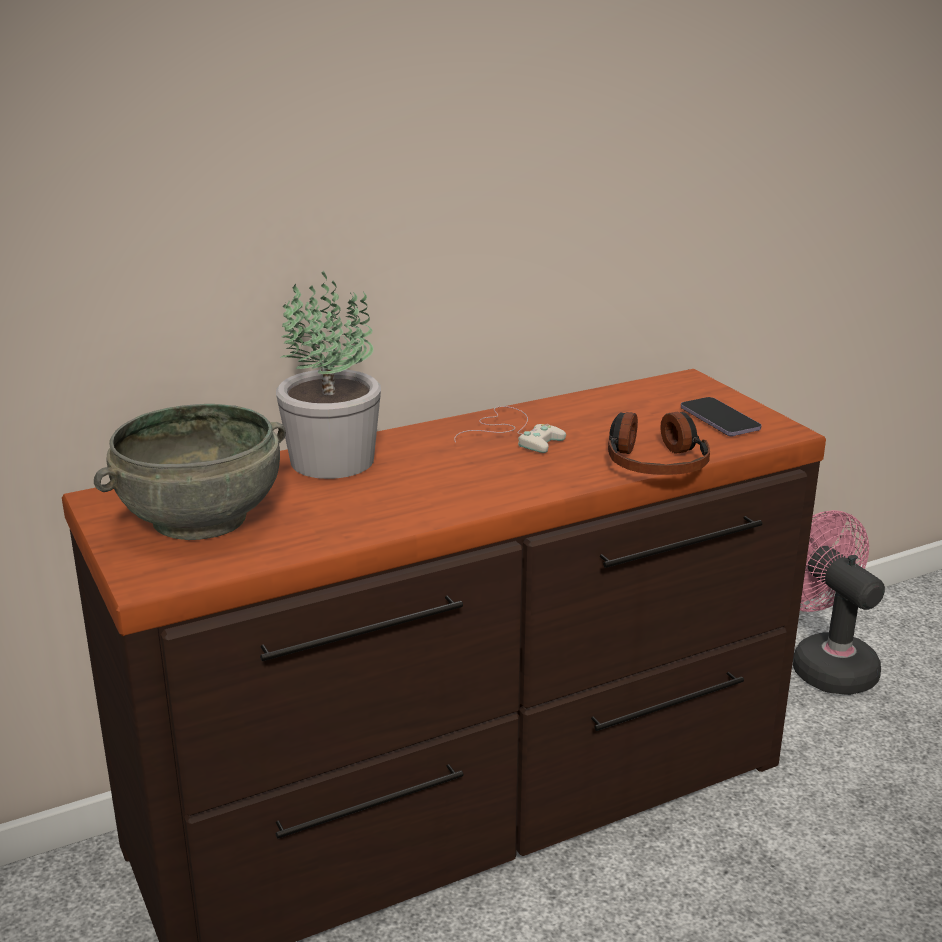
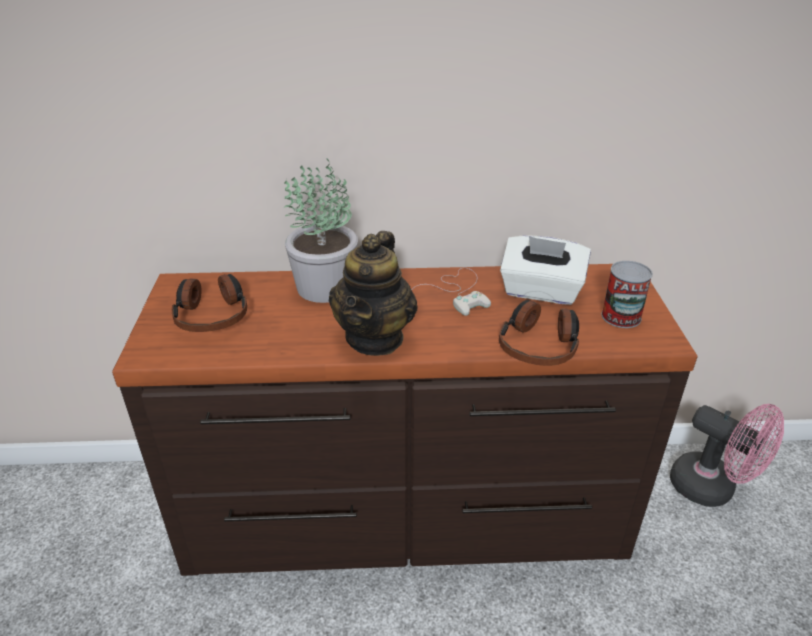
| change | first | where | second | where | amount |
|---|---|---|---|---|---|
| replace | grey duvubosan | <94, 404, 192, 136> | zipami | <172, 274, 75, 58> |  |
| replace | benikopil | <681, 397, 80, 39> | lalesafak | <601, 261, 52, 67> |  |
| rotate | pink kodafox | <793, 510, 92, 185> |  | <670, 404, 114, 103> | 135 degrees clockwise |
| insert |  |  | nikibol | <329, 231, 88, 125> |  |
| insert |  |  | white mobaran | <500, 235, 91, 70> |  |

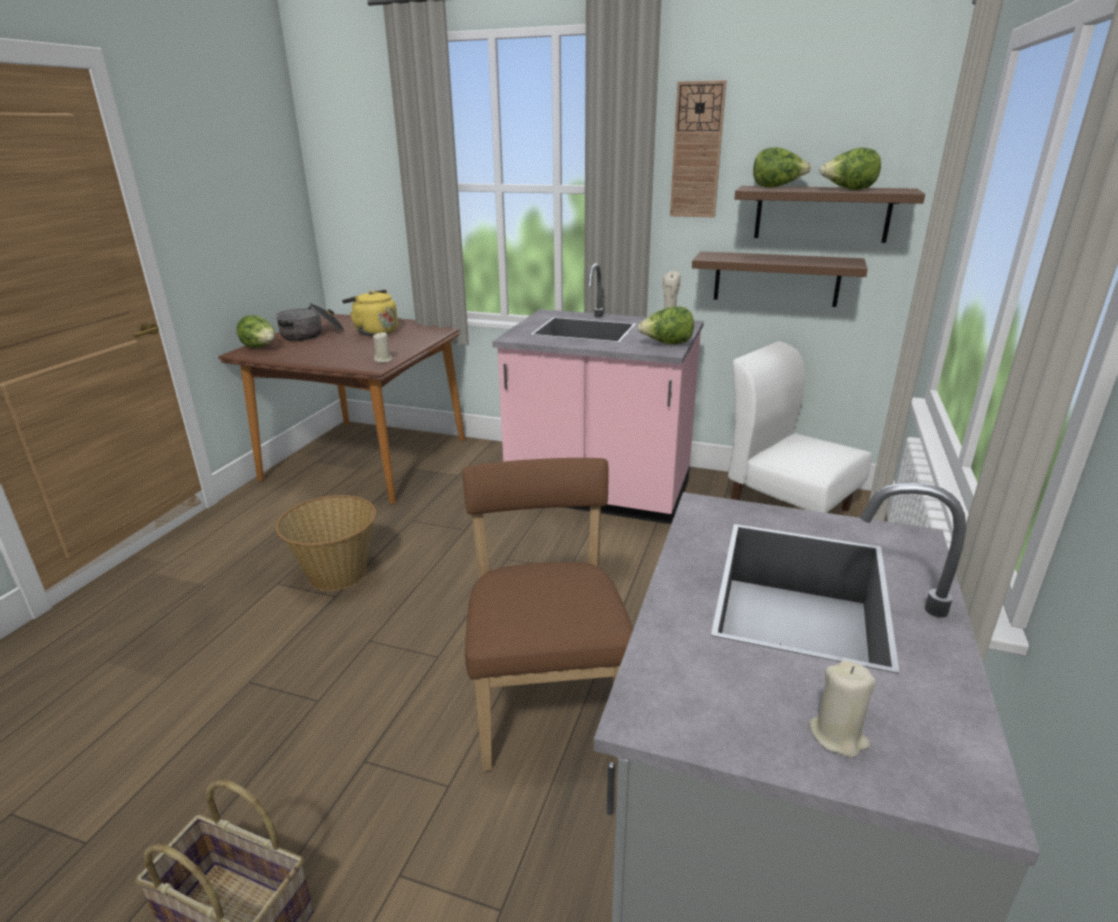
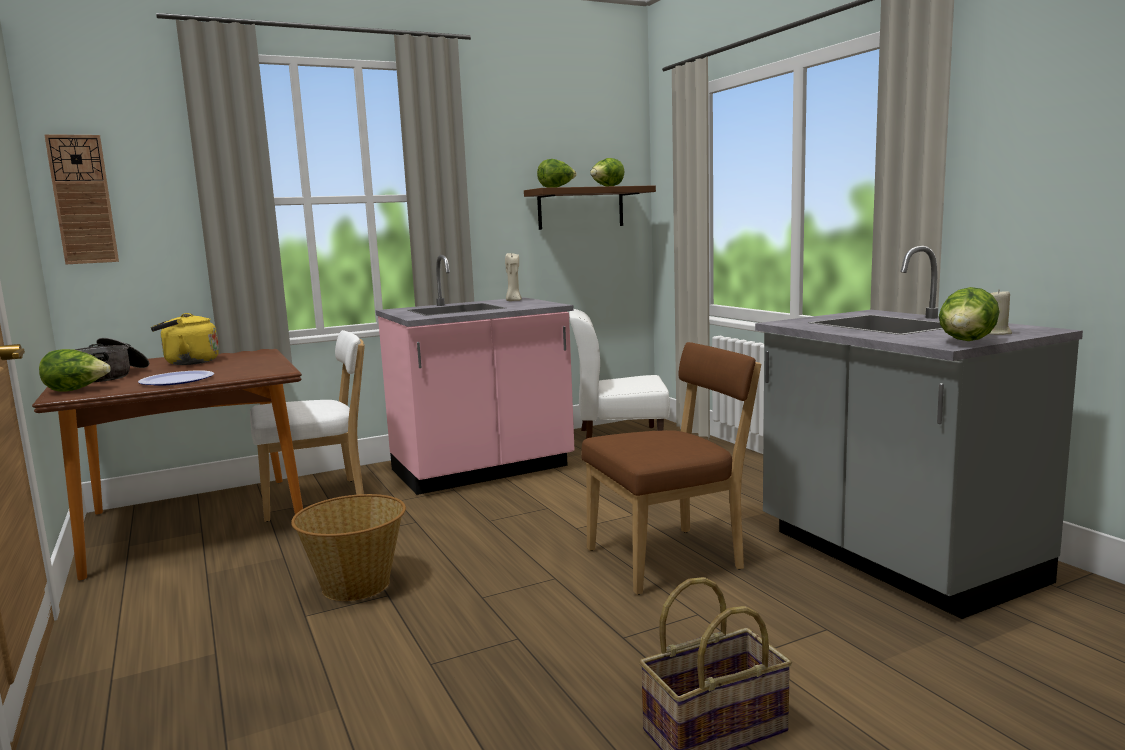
| change | first | where | second | where | amount |
|---|---|---|---|---|---|
| delete | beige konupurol | <373, 332, 20, 31> |  |  |  |
| rotate | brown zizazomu | <462, 458, 171, 313> |  | <581, 342, 180, 253> | 120 degrees clockwise |
| move | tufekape | <638, 306, 56, 38> |  | <939, 287, 60, 54> |  |
| move | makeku | <670, 80, 56, 137> |  | <44, 134, 75, 130> |  |
| delete | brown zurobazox | <692, 251, 176, 56> |  |  |  |
| insert |  |  | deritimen | <138, 370, 76, 16> |  |
| insert |  |  | white zizazomu | <250, 330, 115, 192> |  |

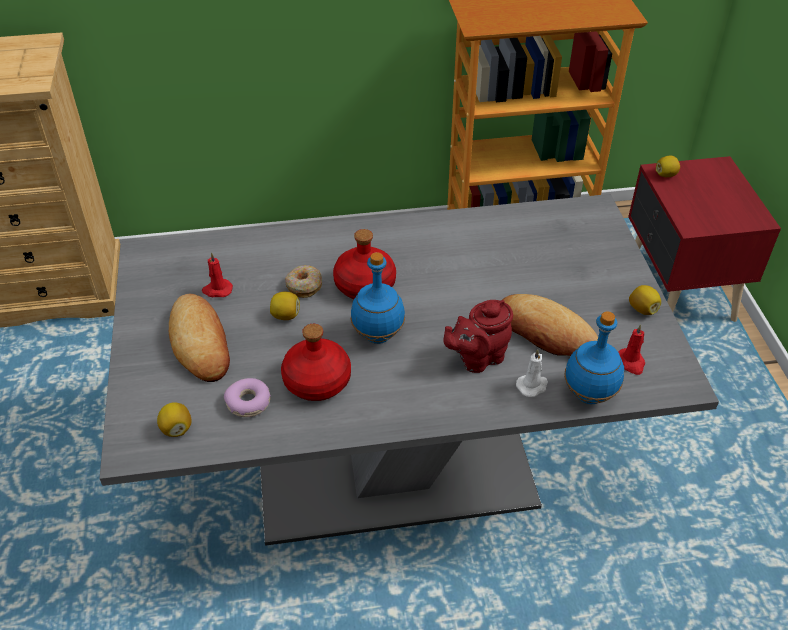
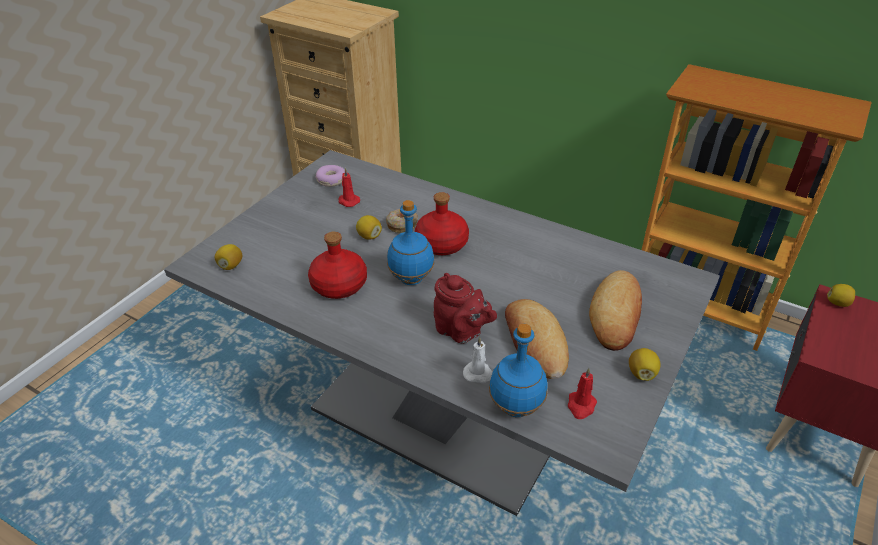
| change | first | where | second | where | amount |
|---|---|---|---|---|---|
| move | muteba | <169, 294, 61, 88> |  | <589, 270, 53, 81> |  |
| move | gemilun | <224, 378, 47, 39> |  | <316, 165, 29, 22> |  |
| rotate | red nikibol | <443, 300, 70, 73> |  | <434, 273, 63, 71> | 150 degrees counterclockwise |

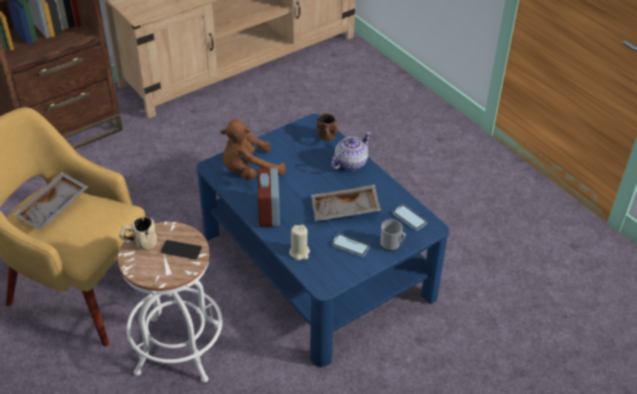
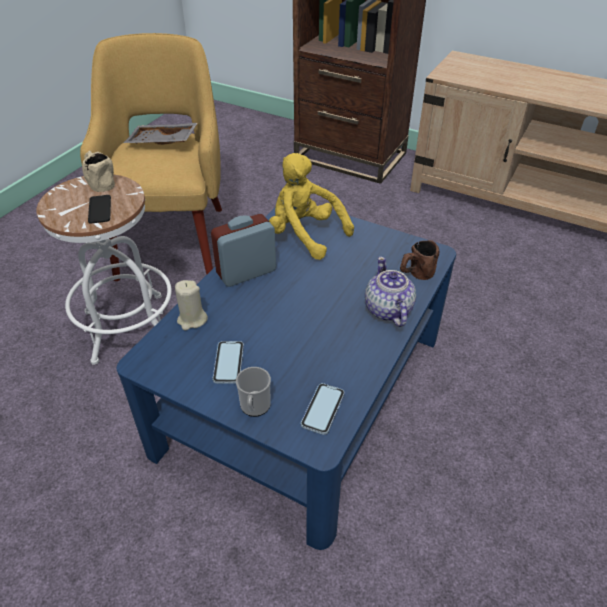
| change | first | where | second | where | amount |
|---|---|---|---|---|---|
| recolor | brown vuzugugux | <220, 119, 66, 62> | yellow vuzugugux | <269, 153, 85, 107> |  |
| delete | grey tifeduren | <311, 184, 70, 37> |  |  |  |
| rotate | nikibol | <331, 132, 40, 39> |  | <365, 256, 51, 71> | 120 degrees counterclockwise |

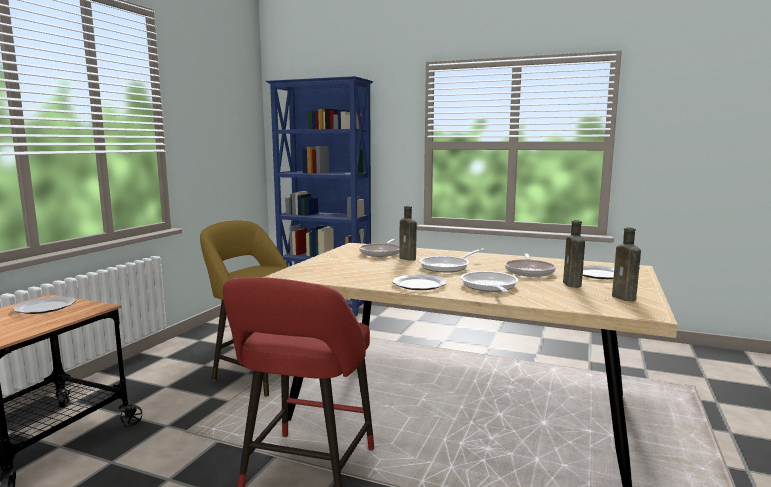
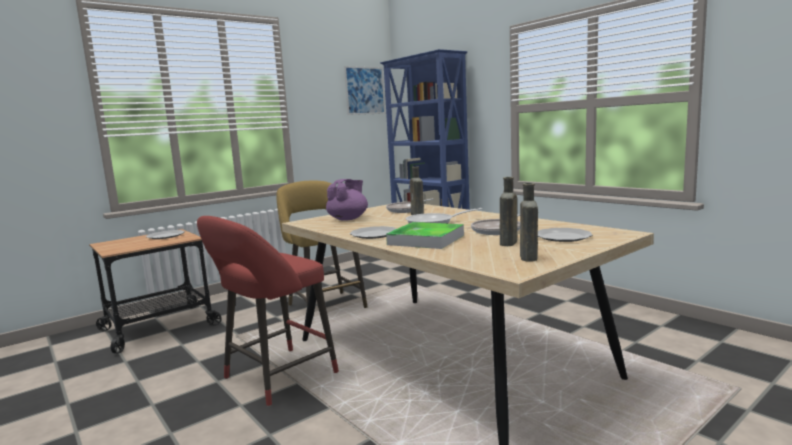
| change | first | where | second | where | amount |
|---|---|---|---|---|---|
| replace | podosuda | <461, 271, 57, 22> | tifeduren | <386, 222, 78, 27> |  |
| insert |  |  | purple nikibol | <326, 179, 42, 42> |  |
| insert |  |  | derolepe | <344, 66, 42, 49> |  |

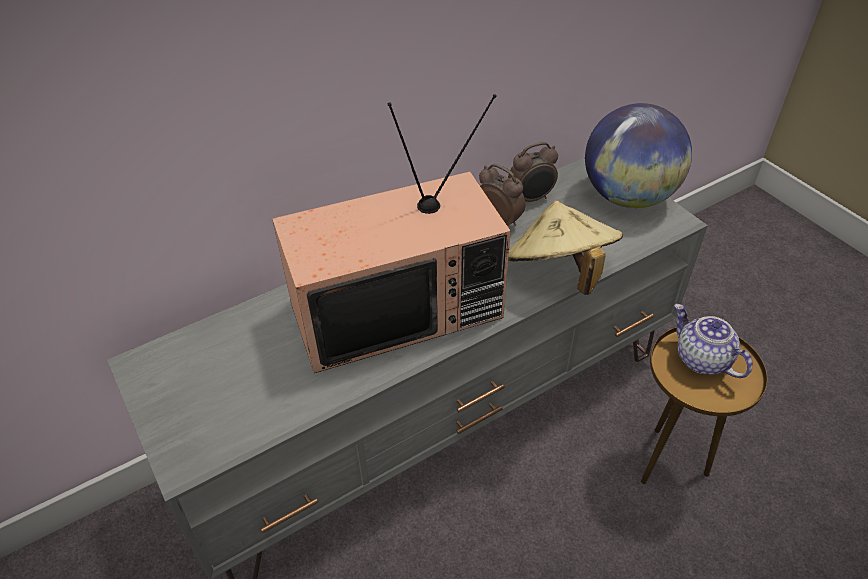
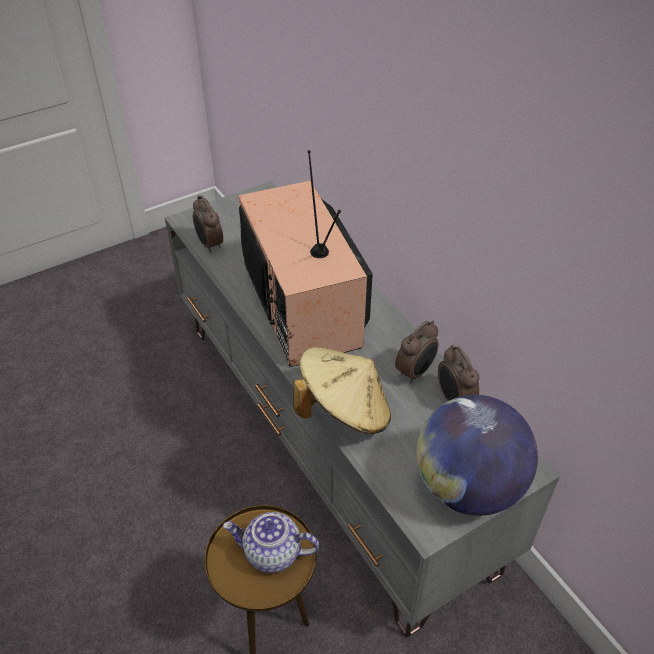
| change | first | where | second | where | amount |
|---|---|---|---|---|---|
| rotate | nikibol | <674, 304, 79, 74> |  | <223, 512, 96, 61> | 135 degrees counterclockwise |
| insert |  |  | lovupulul | <193, 195, 30, 58> |  |

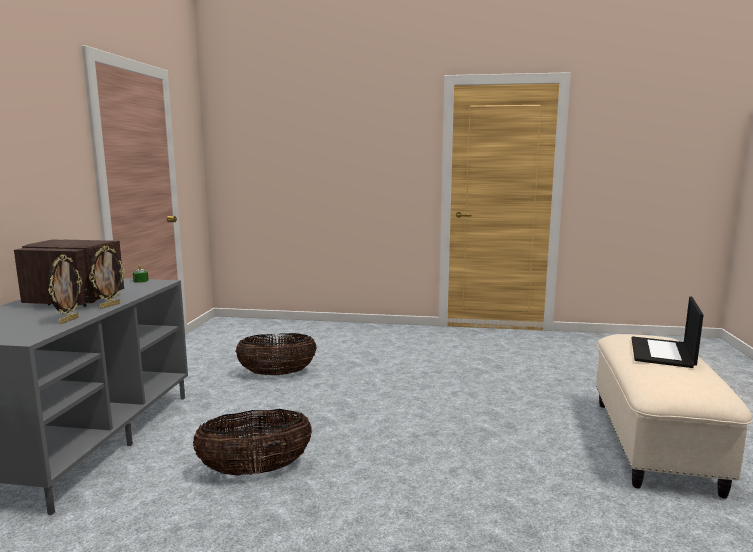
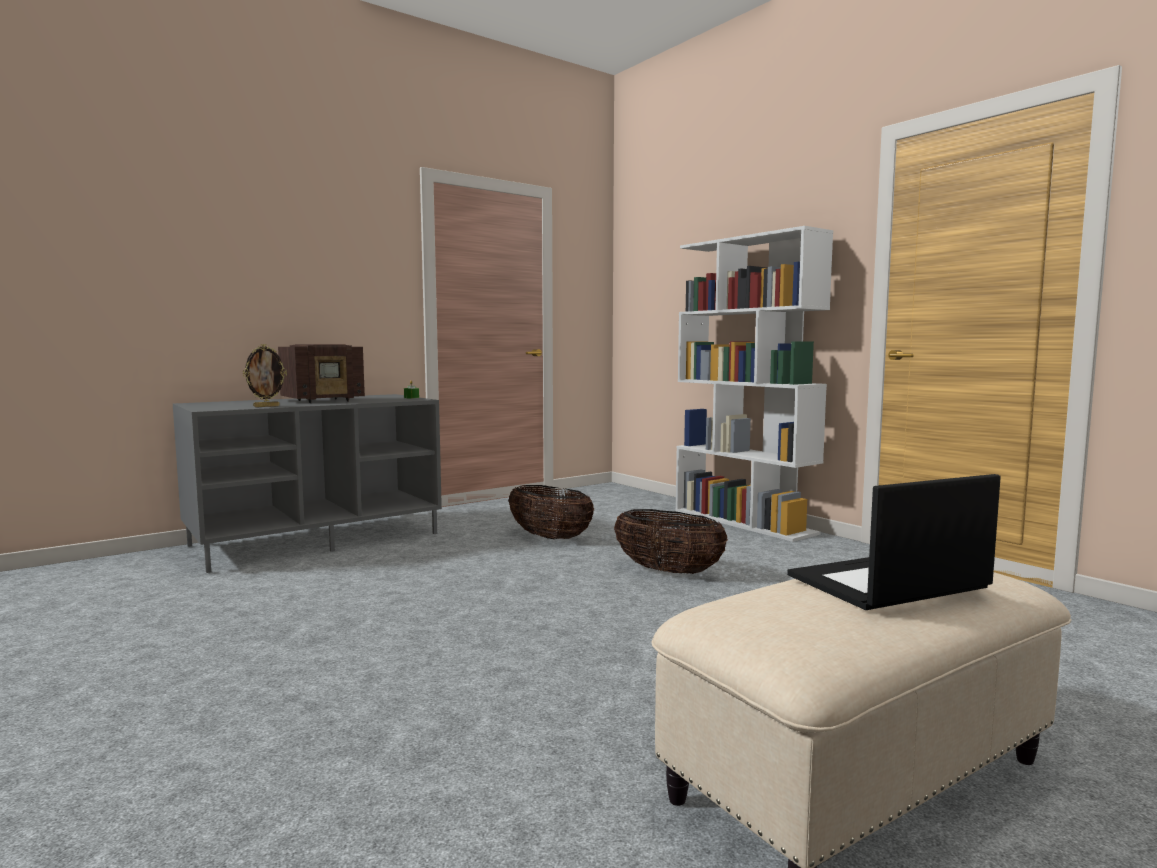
| change | first | where | second | where | amount |
|---|---|---|---|---|---|
| delete | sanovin | <89, 246, 36, 63> |  |  |  |
| move | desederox | <193, 409, 119, 67> |  | <614, 509, 114, 65> |  |
| insert |  |  | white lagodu | <676, 226, 157, 316> |  |

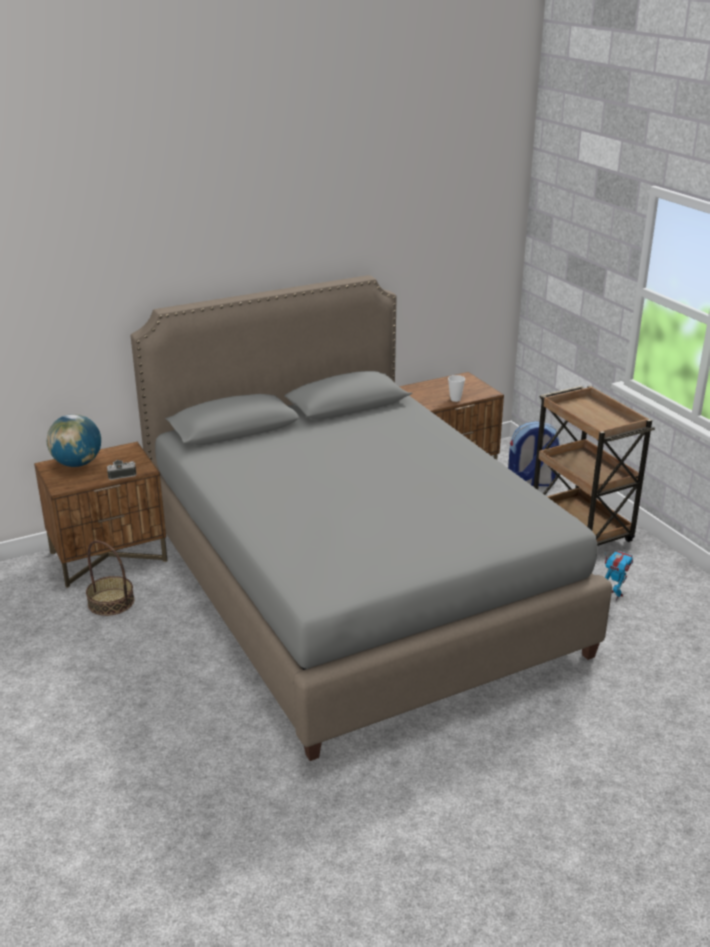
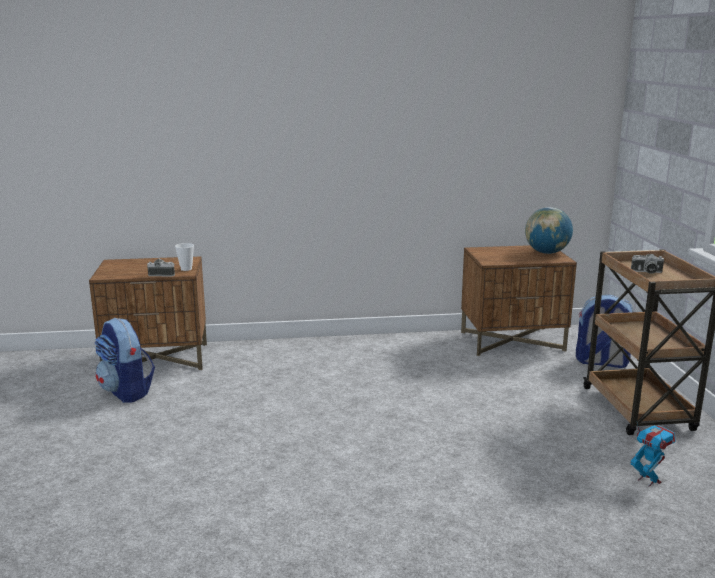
| change | first | where | second | where | amount |
|---|---|---|---|---|---|
| move | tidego | <47, 414, 54, 53> |  | <525, 207, 48, 47> |  |
| replace | desederox | <86, 540, 48, 76> | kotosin | <95, 318, 60, 85> |  |
| delete | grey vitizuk | <131, 275, 481, 486> |  |  |  |
| move | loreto | <448, 375, 17, 27> |  | <175, 243, 19, 28> |  |
| insert |  |  | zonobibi | <631, 254, 33, 20> |  |

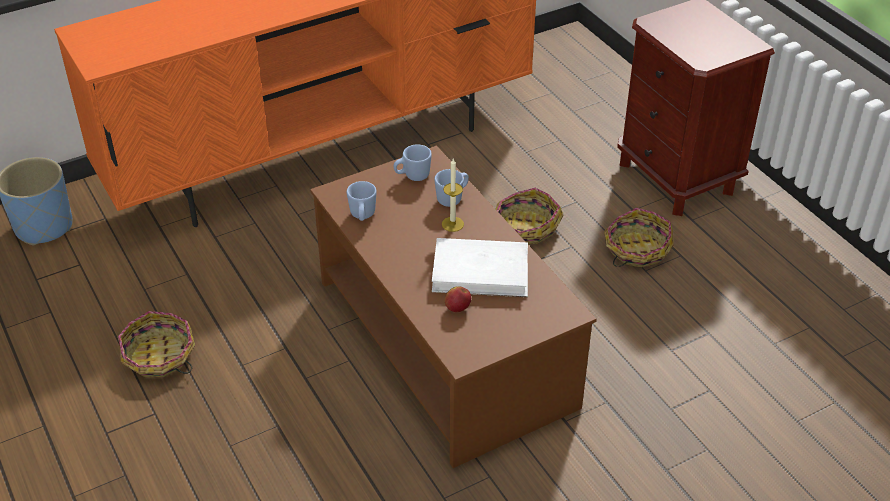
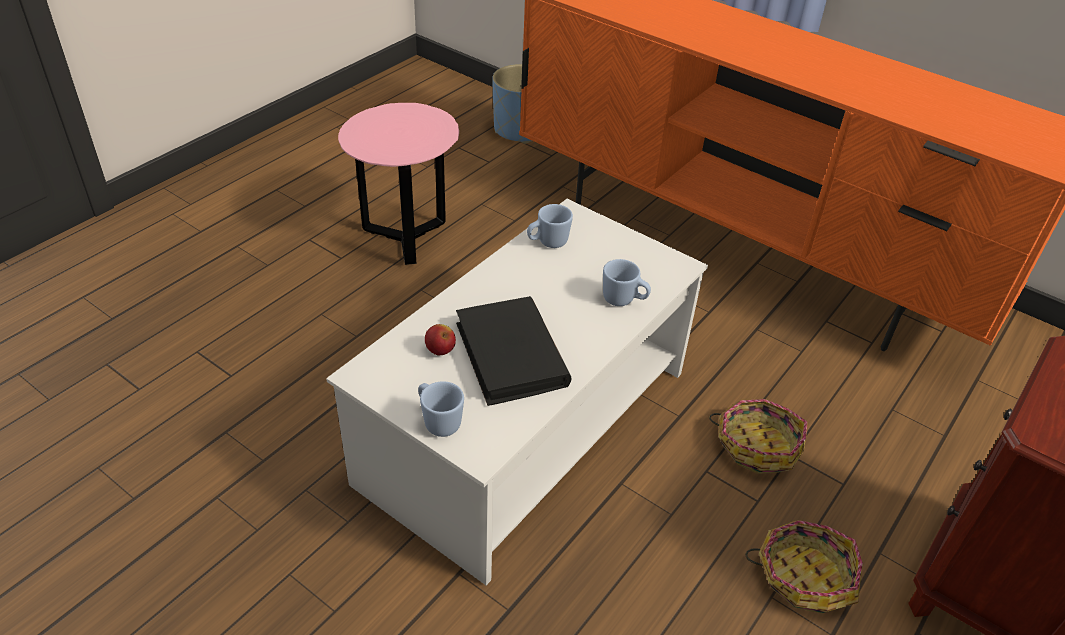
| change | first | where | second | where | amount |
|---|---|---|---|---|---|
| replace | desederox | <118, 311, 77, 66> | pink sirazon | <338, 103, 121, 162> |  |
| recolor | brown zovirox | <310, 146, 287, 322> | white zovirox | <326, 199, 382, 386> |  |
| move | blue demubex | <394, 144, 38, 37> |  | <418, 381, 46, 56> |  |
| recolor | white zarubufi | <432, 238, 96, 59> | black zarubufi | <456, 296, 115, 110> |  |
| delete | konupurol | <442, 159, 22, 73> |  |  |  |

